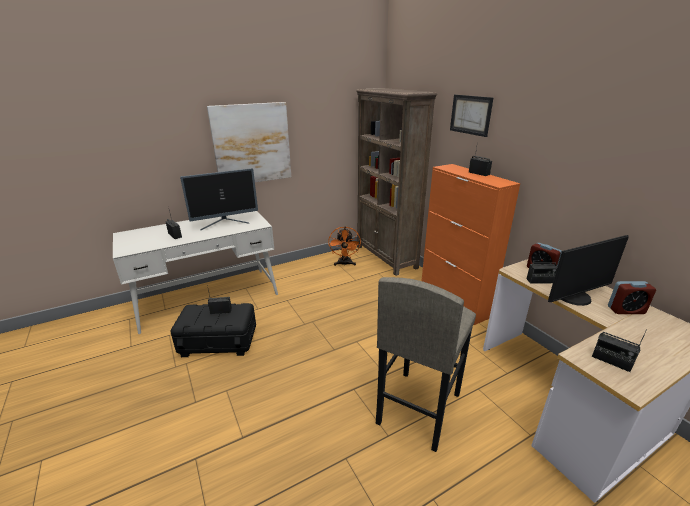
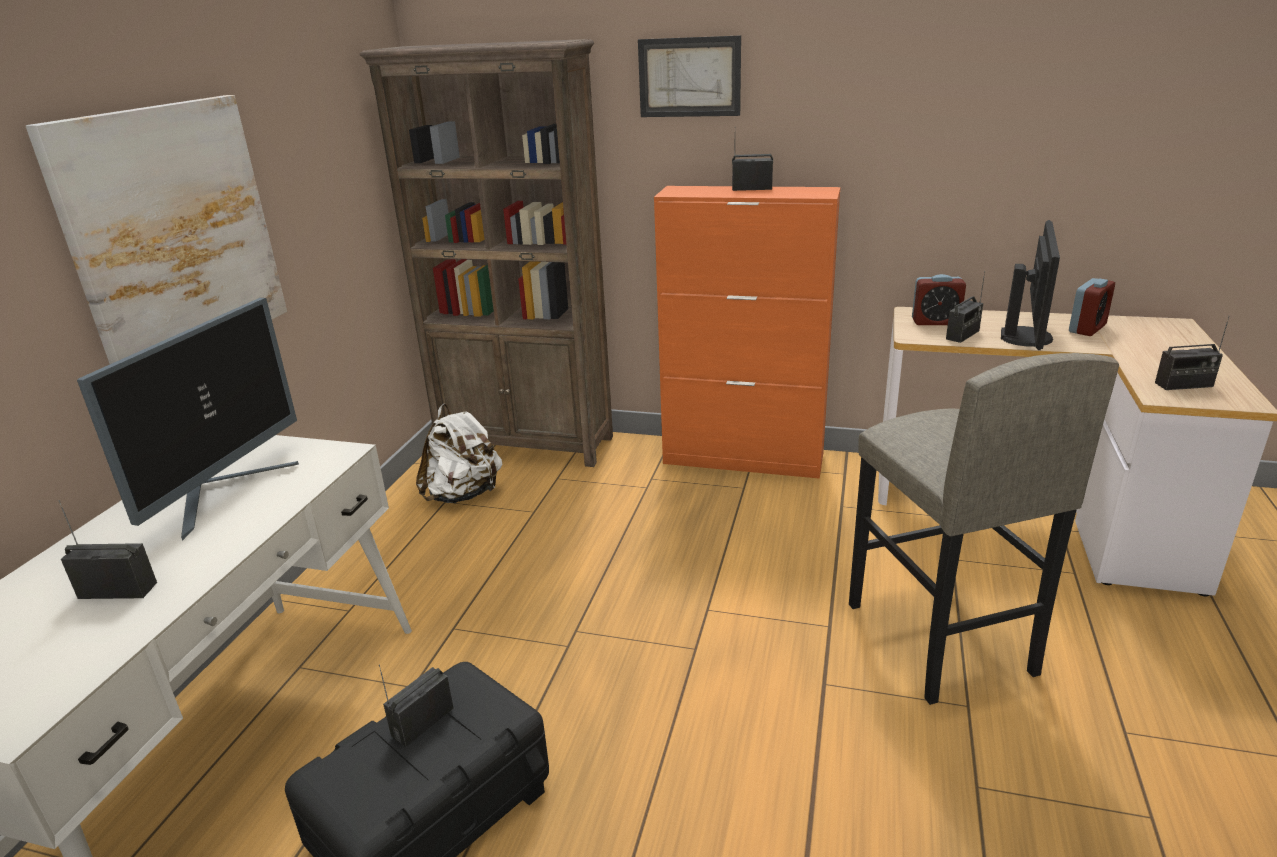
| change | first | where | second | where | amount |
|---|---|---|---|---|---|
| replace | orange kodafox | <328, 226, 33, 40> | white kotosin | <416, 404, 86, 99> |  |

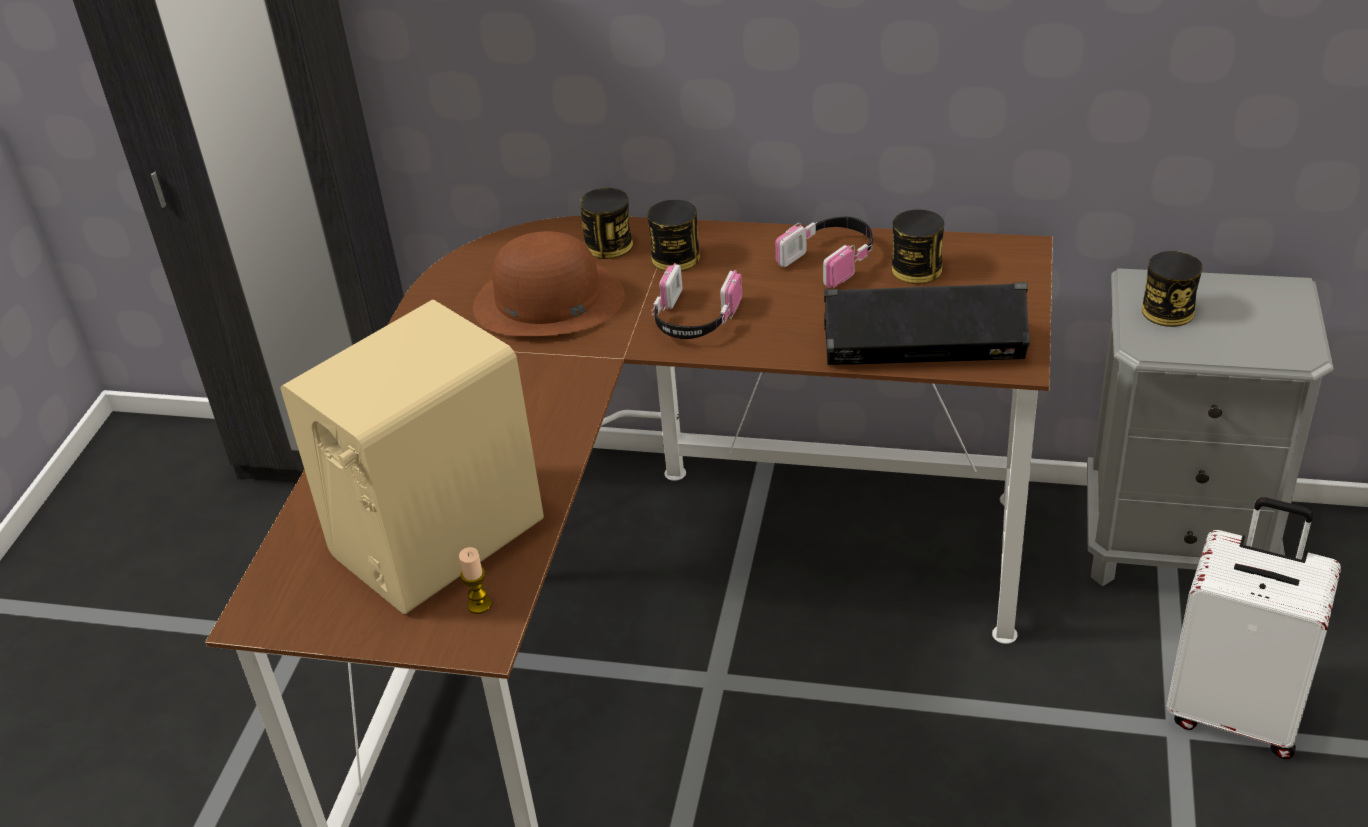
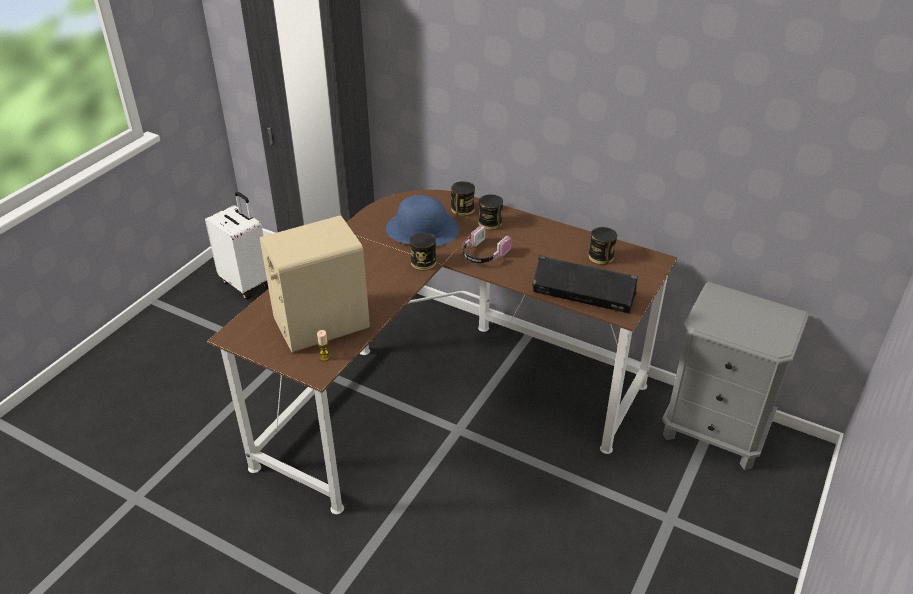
| change | first | where | second | where | amount |
|---|---|---|---|---|---|
| recolor | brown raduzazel | <473, 231, 152, 105> | blue raduzazel | <386, 195, 73, 51> |  |
| delete | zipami | <775, 217, 98, 71> |  |  |  |
| move | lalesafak | <1142, 251, 61, 76> |  | <410, 232, 26, 39> |  |
| move | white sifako | <1166, 498, 175, 261> |  | <205, 192, 63, 107> |  |

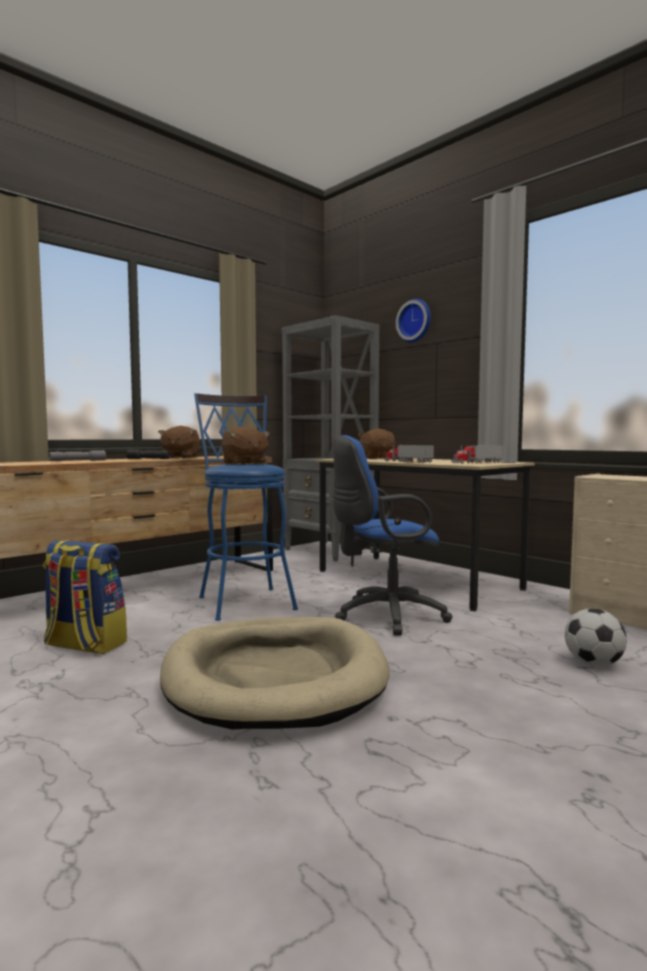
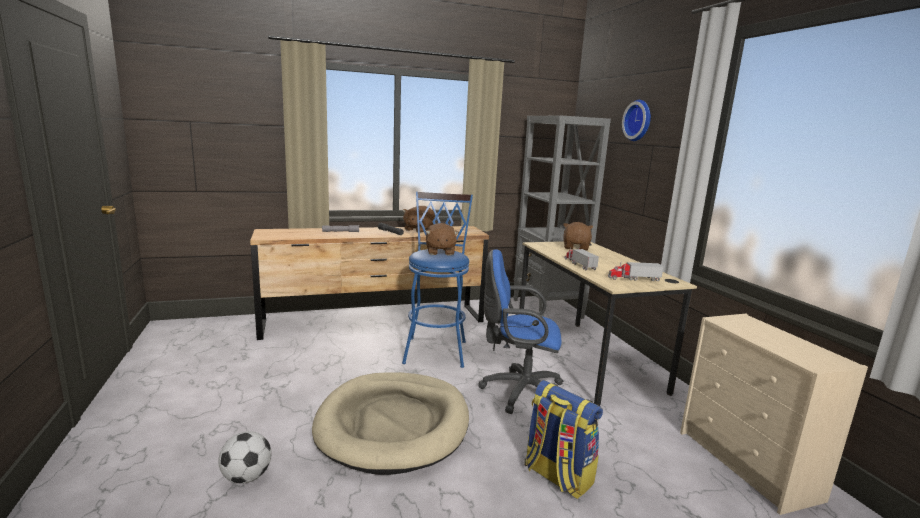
| change | first | where | second | where | amount |
|---|---|---|---|---|---|
| move | kotosin | <43, 540, 84, 114> |  | <525, 380, 78, 119> |  |
| move | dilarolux | <565, 608, 62, 58> |  | <219, 431, 52, 53> |  |

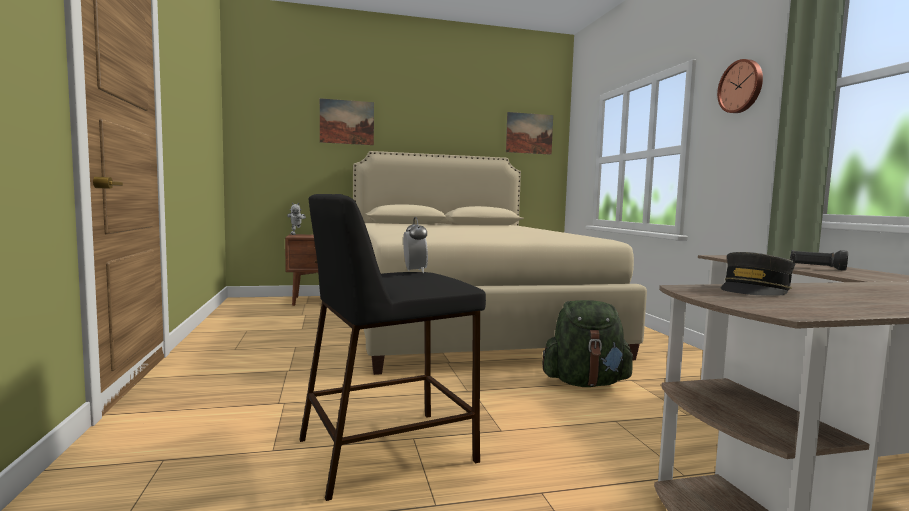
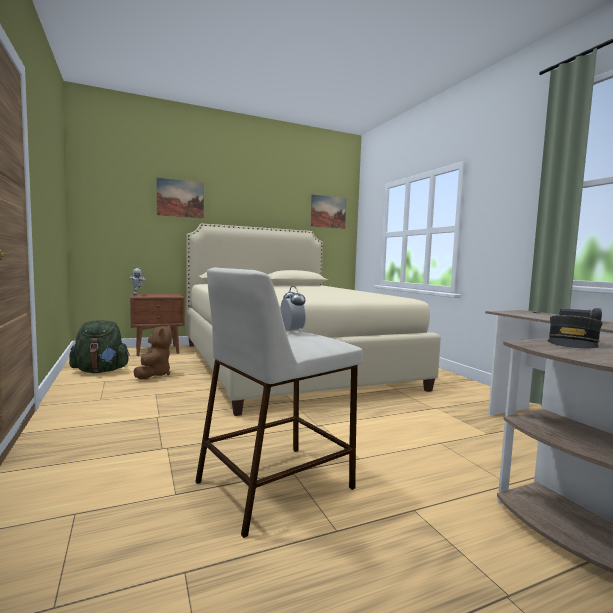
| change | first | where | second | where | amount |
|---|---|---|---|---|---|
| recolor | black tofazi | <299, 194, 187, 307> | beige tofazi | <195, 267, 168, 271> |  |
| move | green kotosin | <542, 300, 92, 87> |  | <69, 320, 61, 53> |  |
| delete | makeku | <717, 59, 46, 54> |  |  |  |
| insert |  |  | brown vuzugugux | <134, 325, 38, 54> |  |

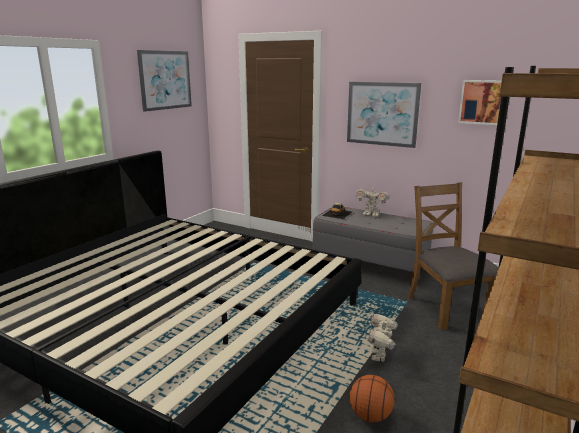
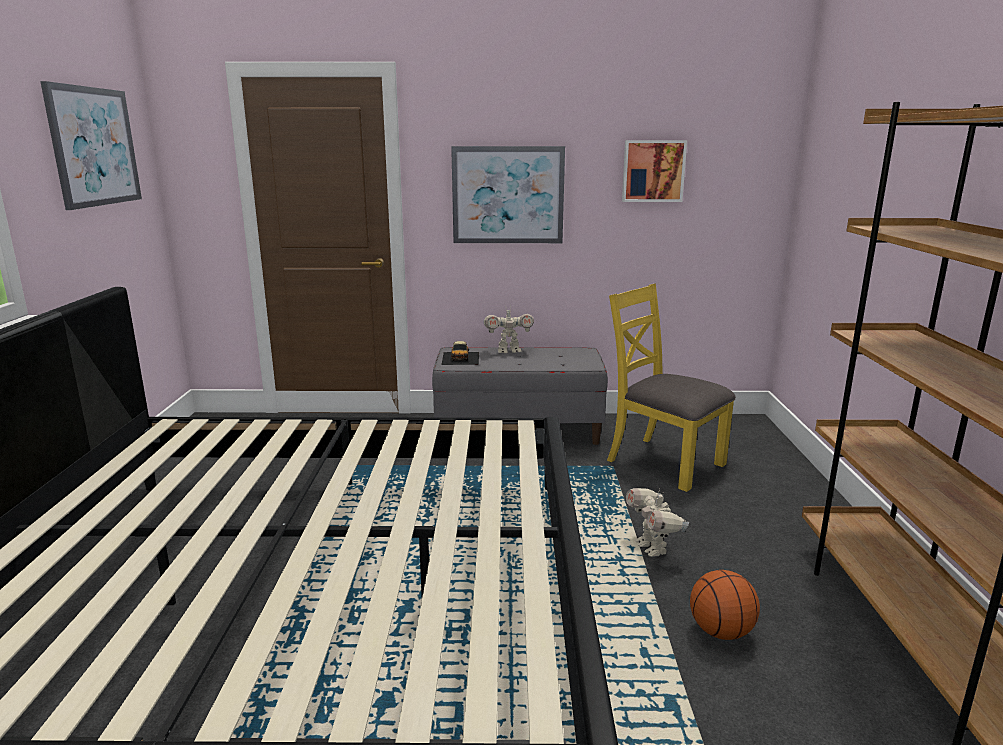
| change | first | where | second | where | amount |
|---|---|---|---|---|---|
| recolor | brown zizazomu | <408, 182, 90, 148> | yellow zizazomu | <607, 283, 129, 209> |  |

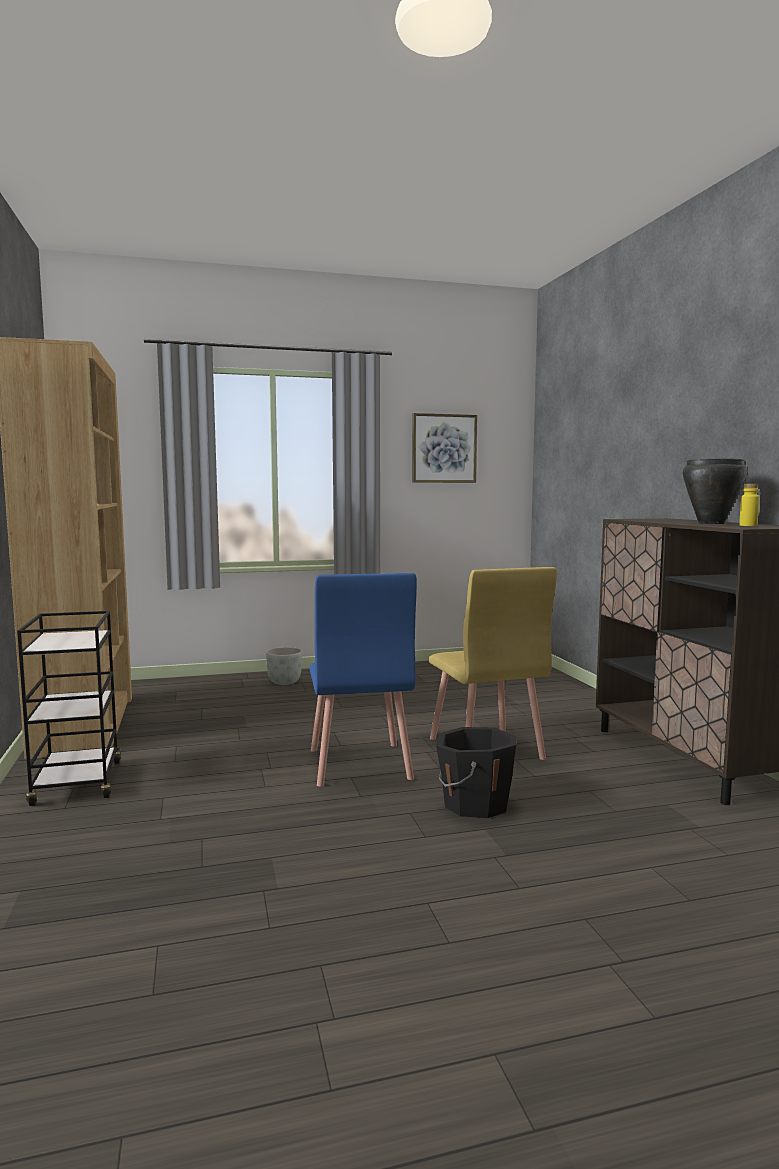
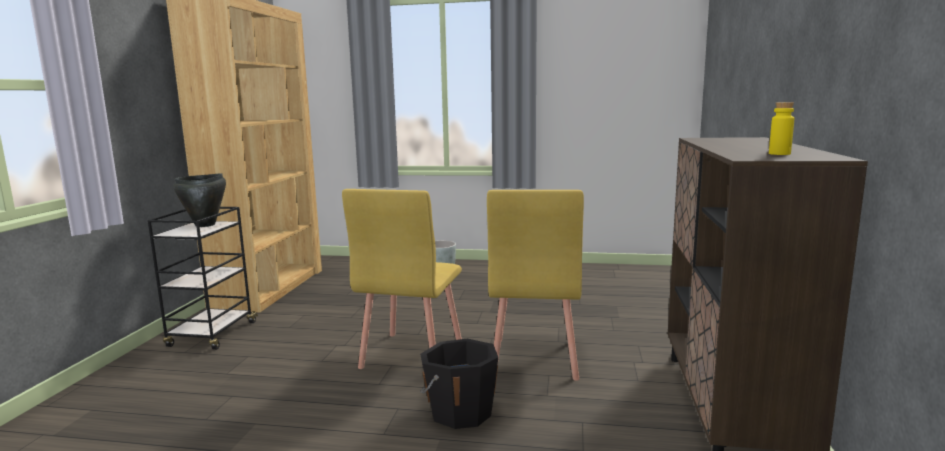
| change | first | where | second | where | amount |
|---|---|---|---|---|---|
| recolor | blue zizazomu | <309, 573, 108, 214> | yellow zizazomu | <342, 189, 120, 180> |  |
| delete | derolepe | <412, 413, 65, 70> |  |  |  |
| move | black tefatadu | <683, 458, 64, 66> |  | <173, 173, 53, 54> |  |

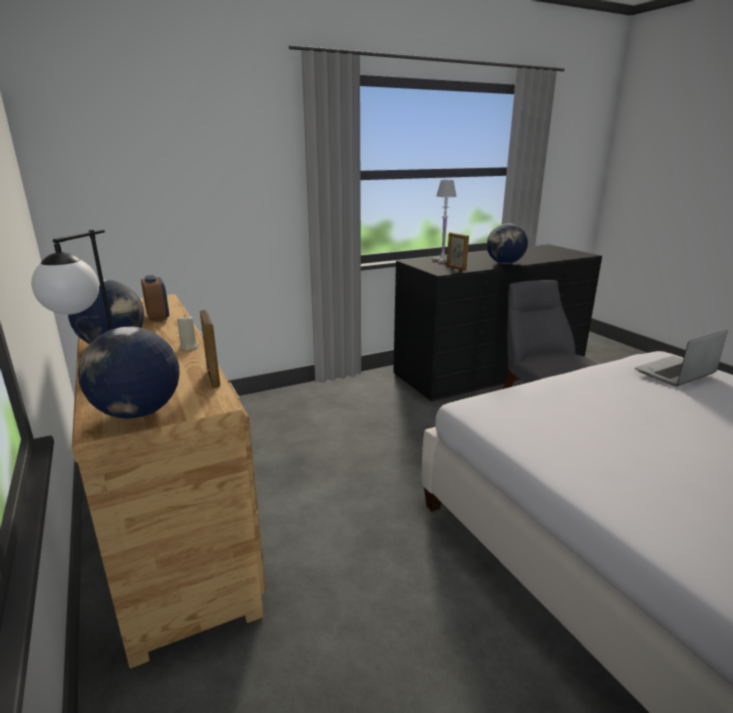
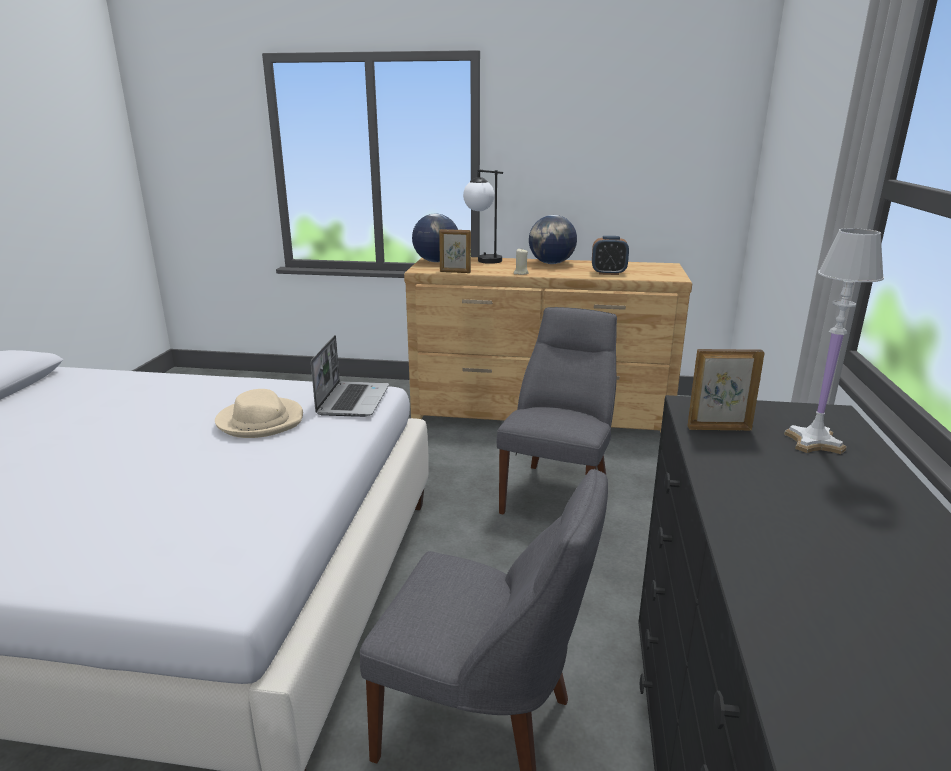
| change | first | where | second | where | amount |
|---|---|---|---|---|---|
| delete | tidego | <487, 223, 41, 41> |  |  |  |
| move | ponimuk | <635, 330, 93, 56> |  | <311, 335, 78, 82> |  |
| insert |  |  | beige raduzazel | <215, 389, 88, 49> |  |
| insert |  |  | grey zizazomu | <497, 307, 120, 207> |  |

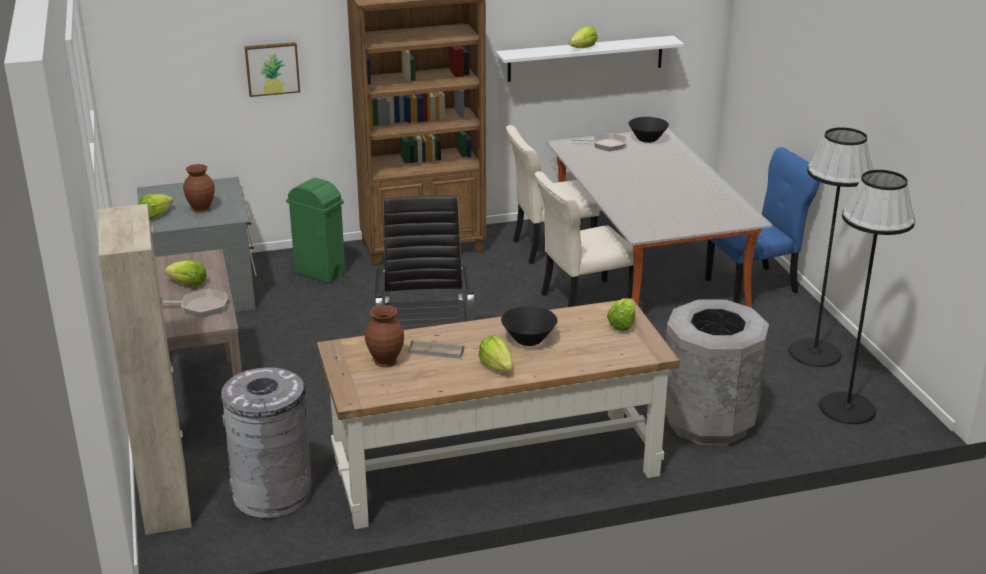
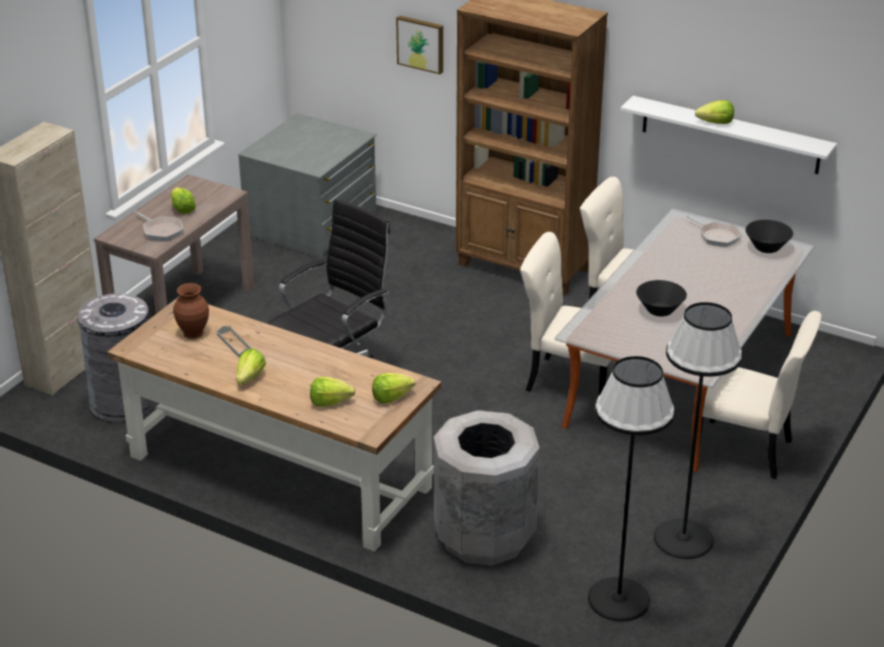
| change | first | where | second | where | amount |
|---|---|---|---|---|---|
| move | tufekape | <138, 194, 35, 25> |  | <310, 377, 45, 30> |  |
| delete | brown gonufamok | <183, 164, 32, 49> |  |  |  |
| delete | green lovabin | <286, 178, 59, 106> |  |  |  |
| move | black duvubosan | <501, 306, 56, 40> |  | <636, 280, 51, 37> |  |
| recolor | blue zizazomu | <705, 147, 116, 157> | beige zizazomu | <699, 311, 123, 168> |  |

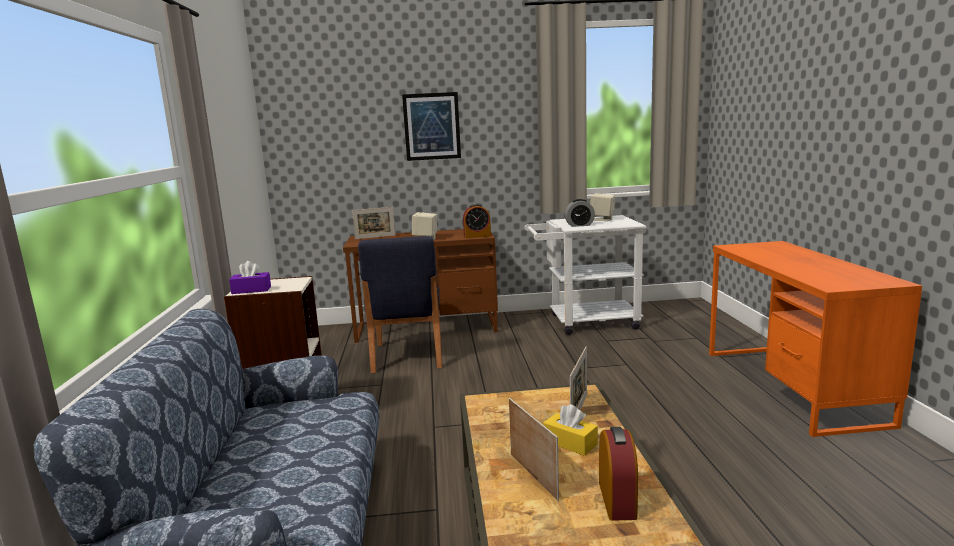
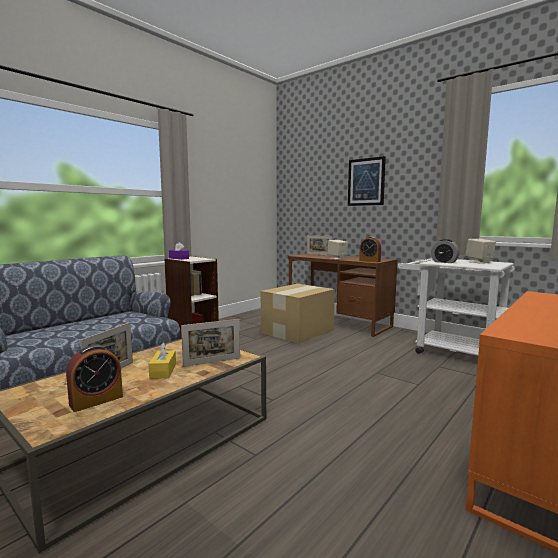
| change | first | where | second | where | amount |
|---|---|---|---|---|---|
| replace | blue zizazomu | <358, 236, 84, 137> | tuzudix | <261, 284, 74, 60> |  |

